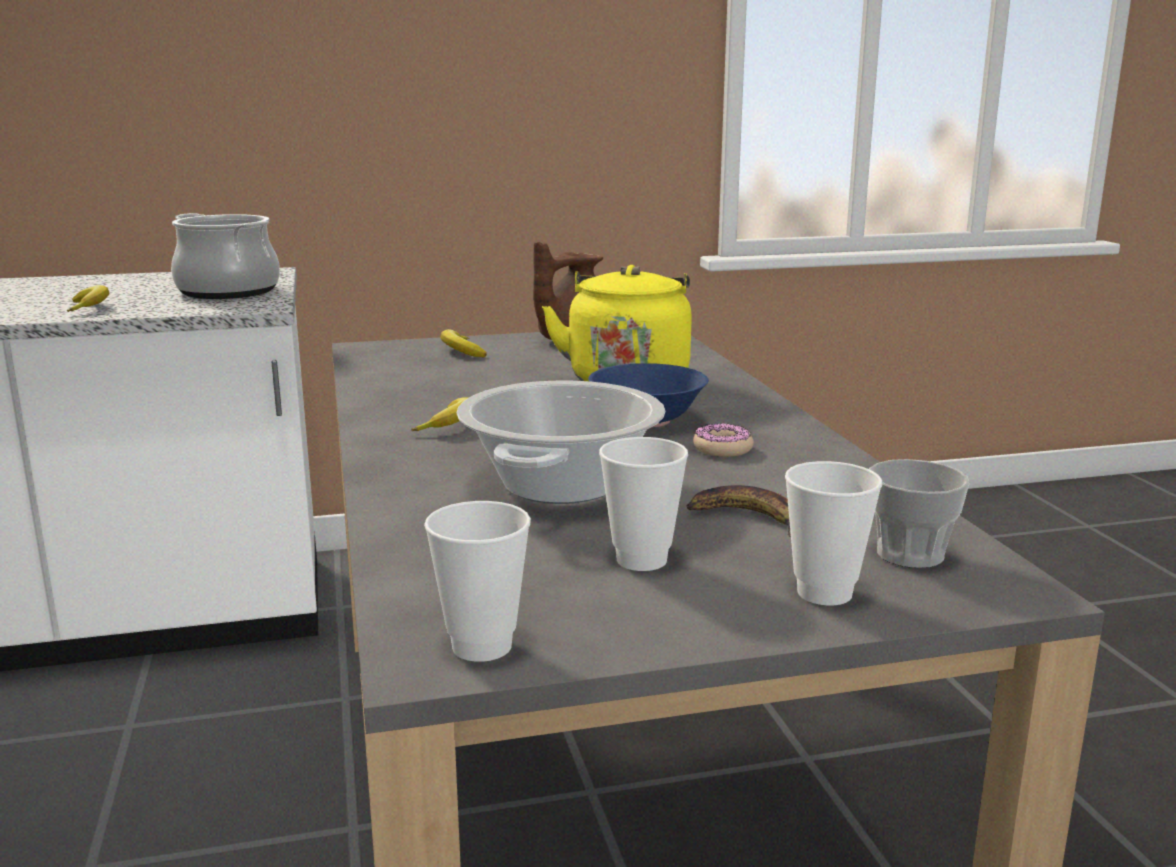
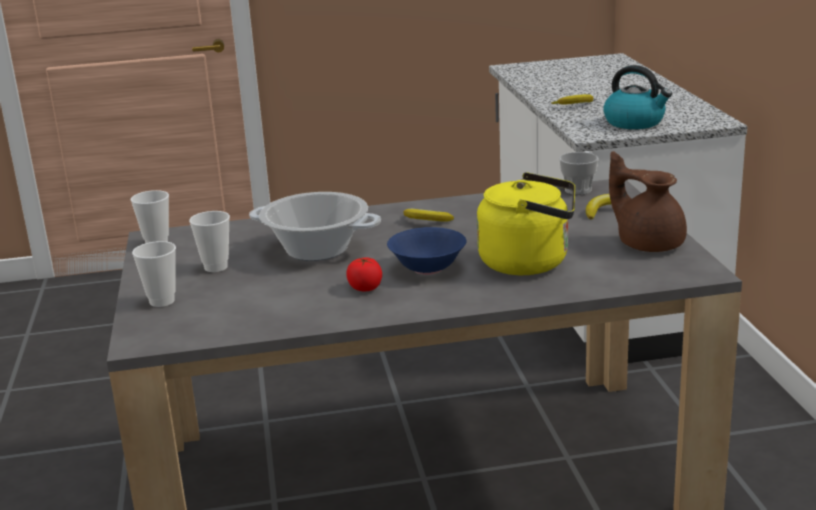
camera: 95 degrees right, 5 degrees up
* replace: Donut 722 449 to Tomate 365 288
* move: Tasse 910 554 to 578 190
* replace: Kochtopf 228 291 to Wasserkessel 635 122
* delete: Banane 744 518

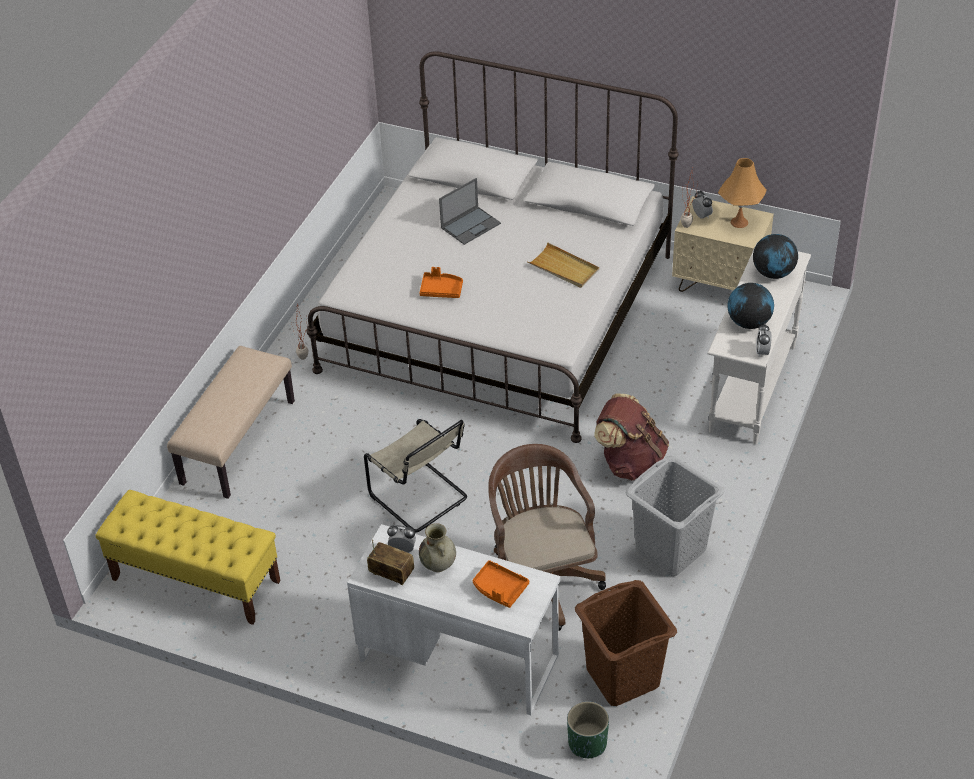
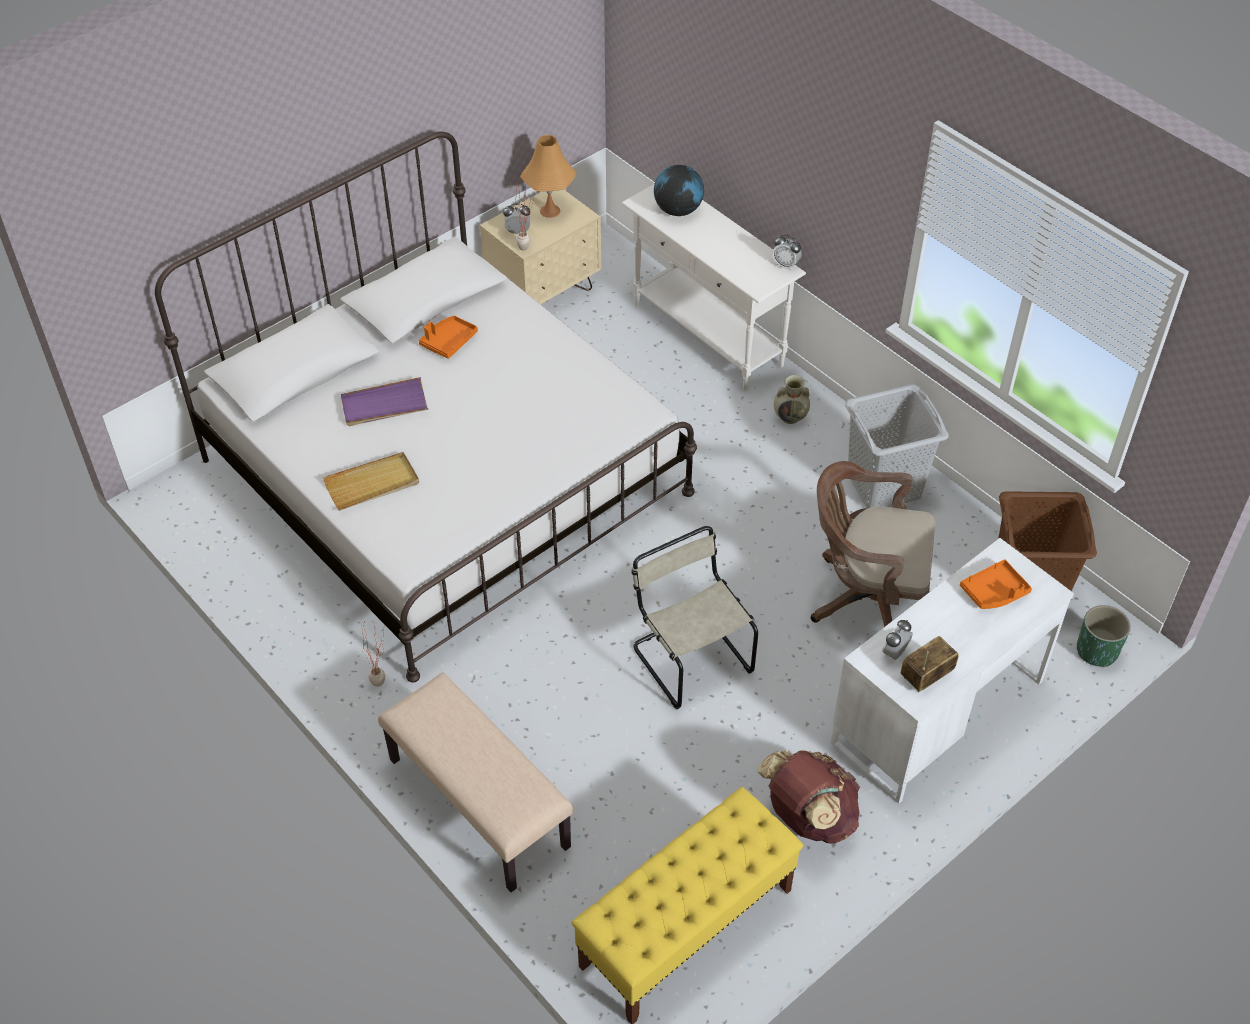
camera: 65 degrees left, 5 degrees up
* move: Tablett (beige) 563 268 to 372 484
* replace: Laptop 471 225 to Tablett (lila) 384 405
* move: Tablett (orange) 441 290 to 448 341
* rotate: Stuhl (beige) 421 498 = 689 657 105 degrees counterclockwise
* move: Rucksack (braun) 630 462 to 807 817
* move: Vase (beige) 438 565 to 790 416
* delete: Globus 748 322

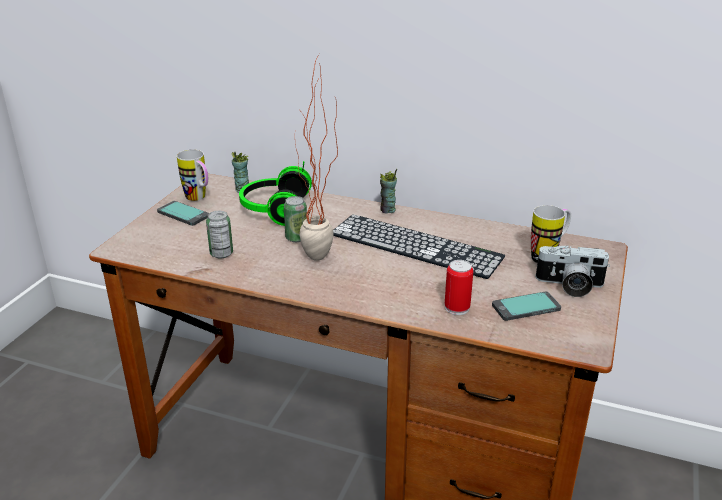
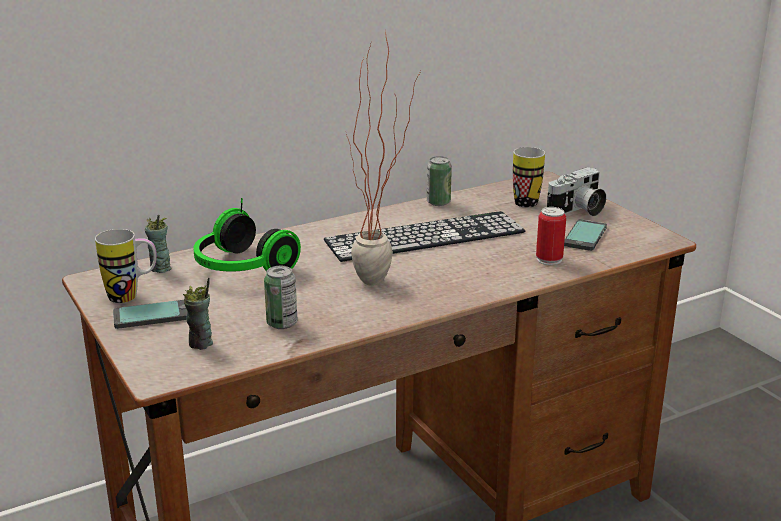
camera: 50 degrees left, 5 degrees down
* move: Tasse 387 210 to 201 344
* move: Dose 296 238 to 438 202

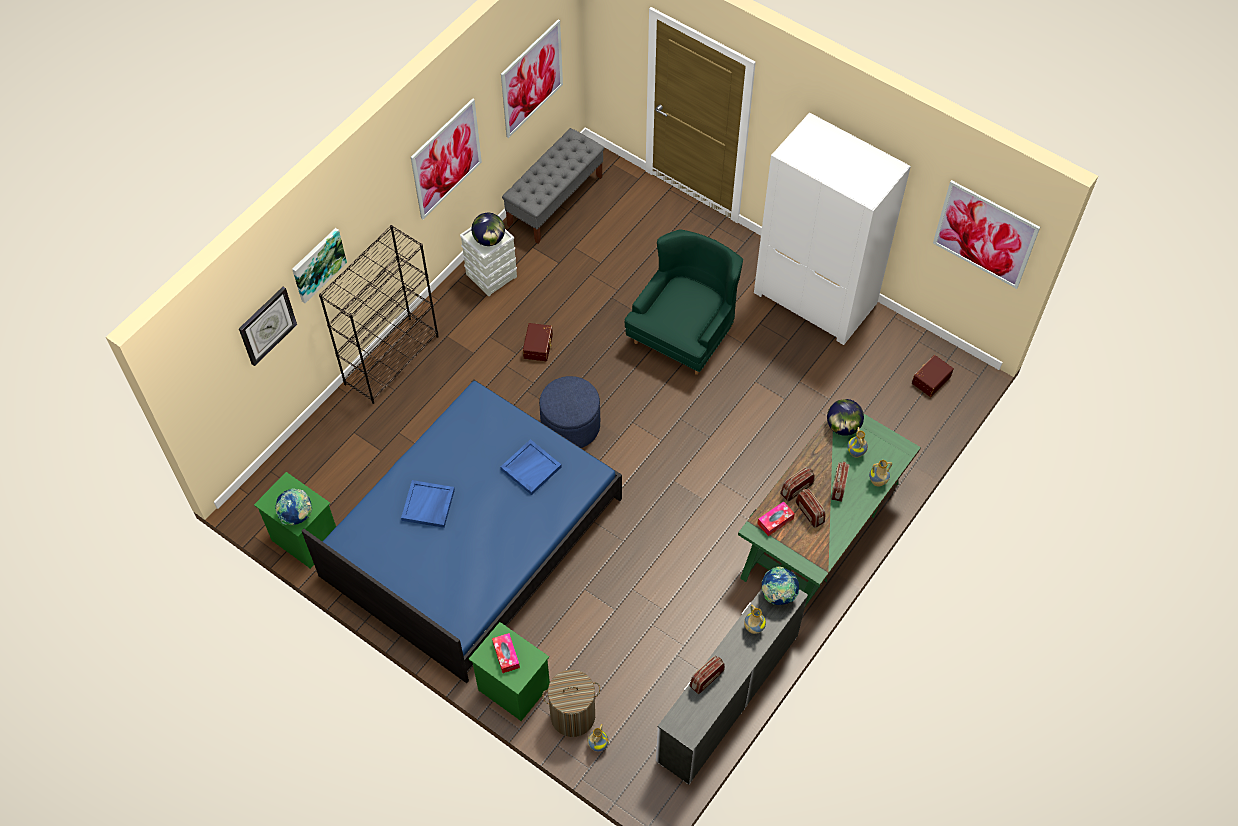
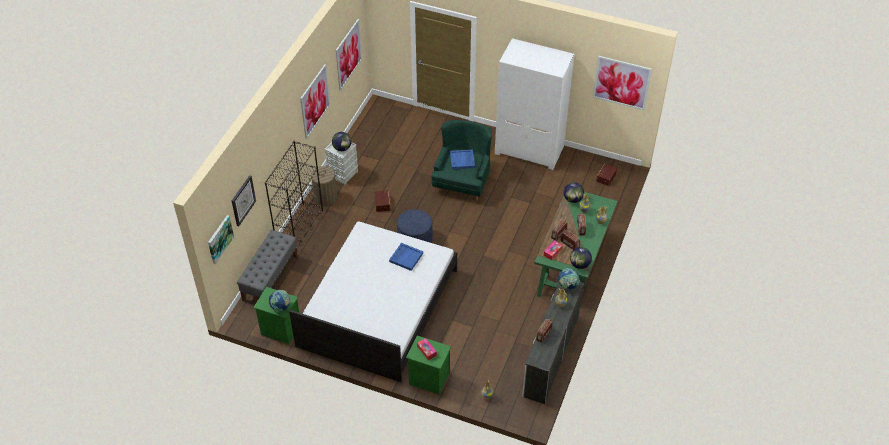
camera: 15 degrees left, 10 degrees down
* move: Bild 318 264 to 219 239
* move: Bank (grau) 555 200 to 270 278
* recolor: Bett (blau) 472 537 to Bett (weiß) 378 308
* move: Wäschekorb 573 715 to 325 197
* move: Tablett (blau) 428 505 to 462 160
* insert: Globus 579 265

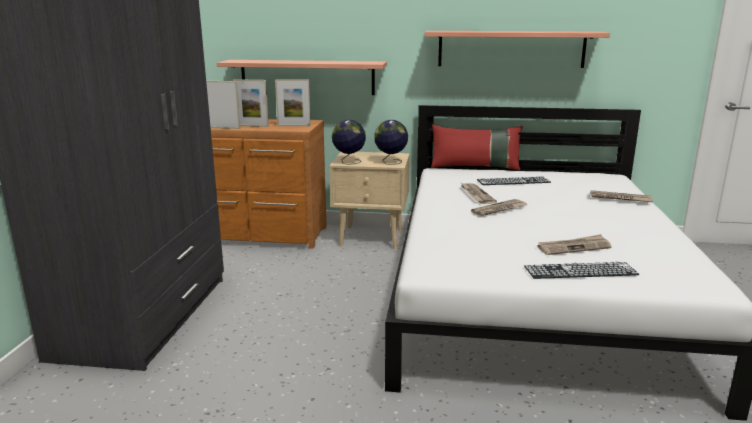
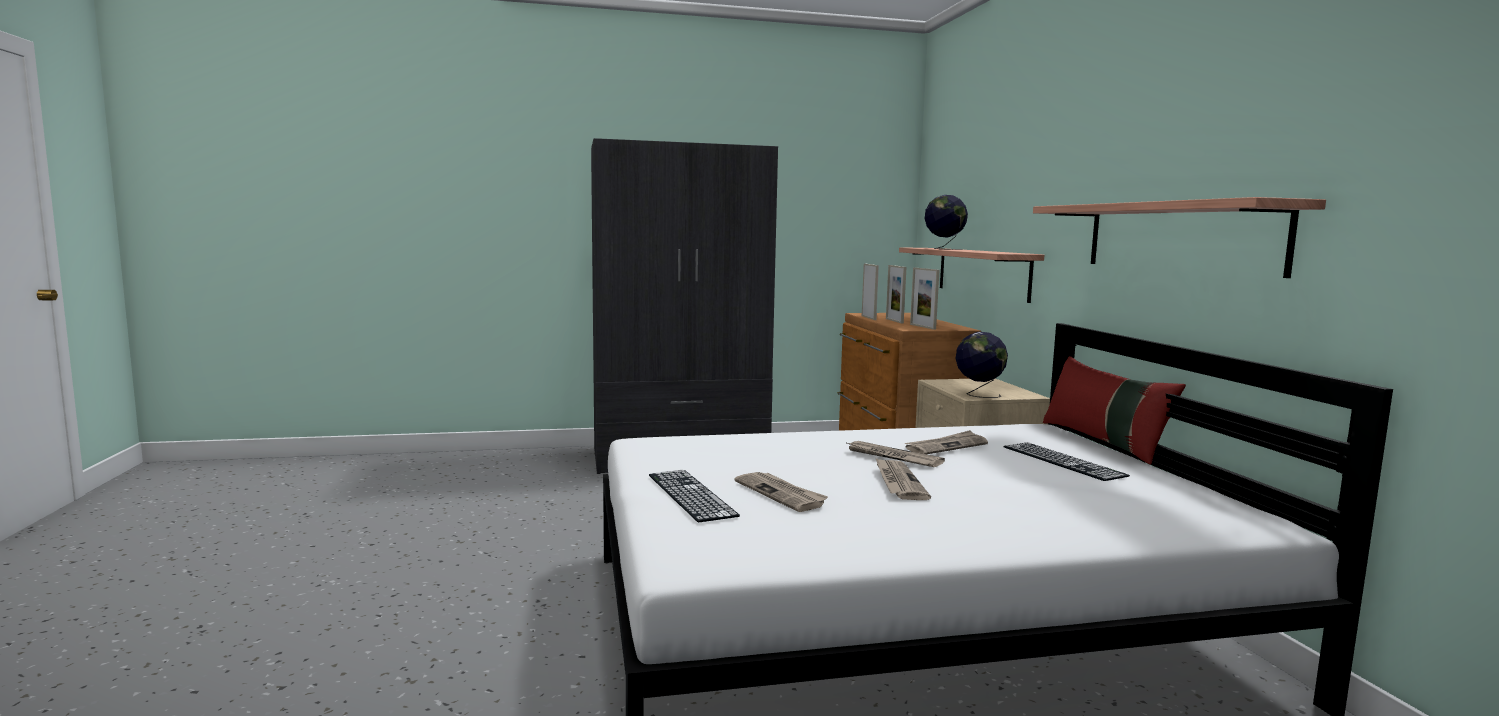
camera: 70 degrees right, 10 degrees down
* move: Zeitung 619 198 to 898 482
* move: Globus 349 162 to 943 249

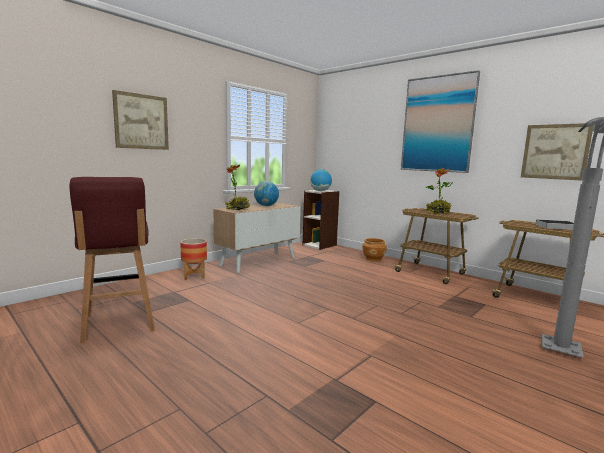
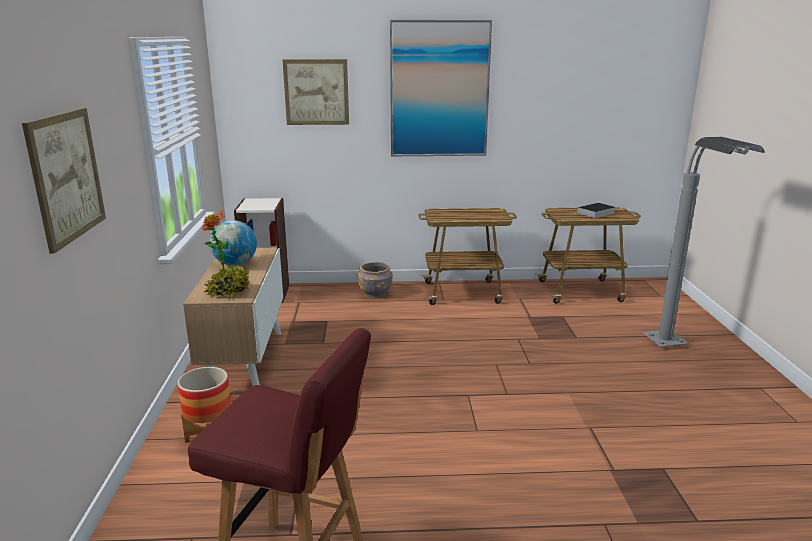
camera: 45 degrees left, 10 degrees up
* move: Bild 555 152 to 316 92
* recolor: Pflanzkübel (braun) 373 259 to Pflanzkübel (grau) 375 294
* delete: Globus 320 191
* delete: Topfpflanze 438 213

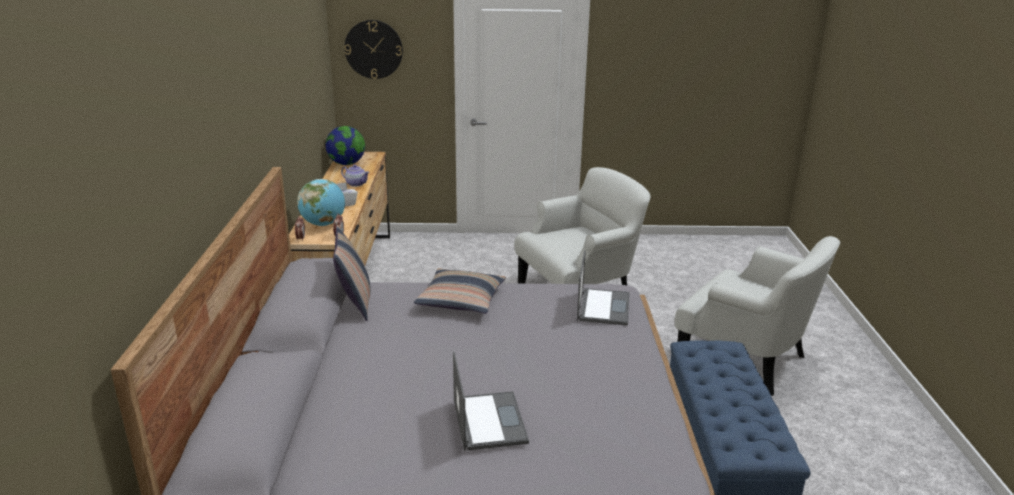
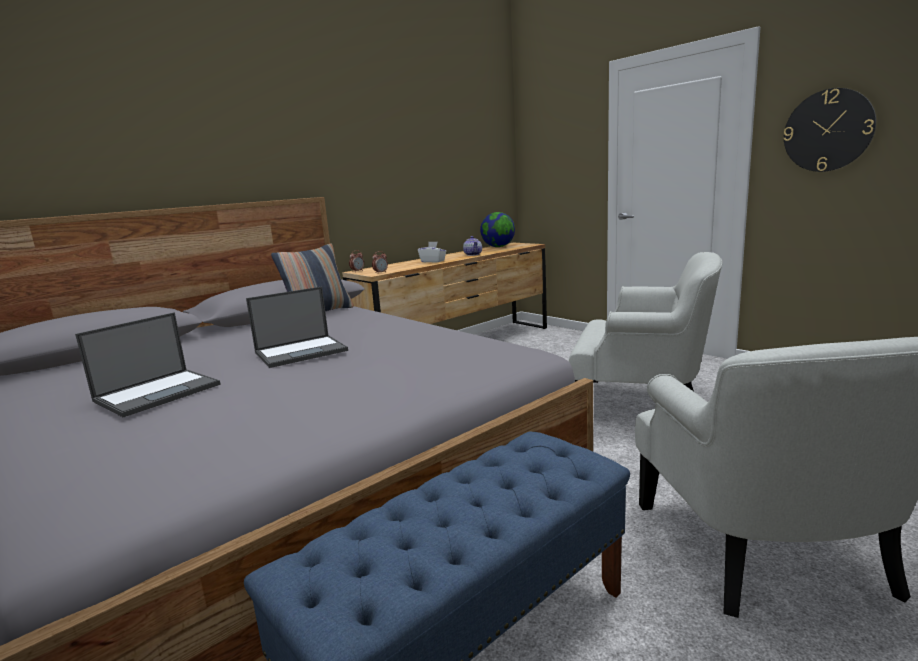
camera: 50 degrees right, 10 degrees down
* move: Laptop 603 306 to 302 351
* move: Wanduhr 373 49 to 828 130
* delete: Globus 323 224
* delete: Kissen 461 300

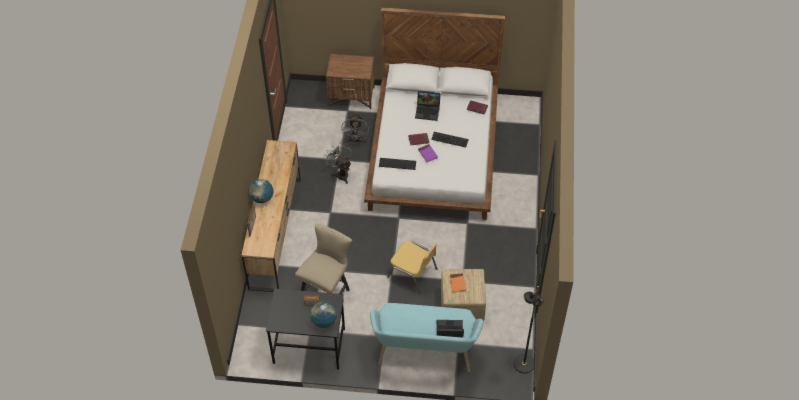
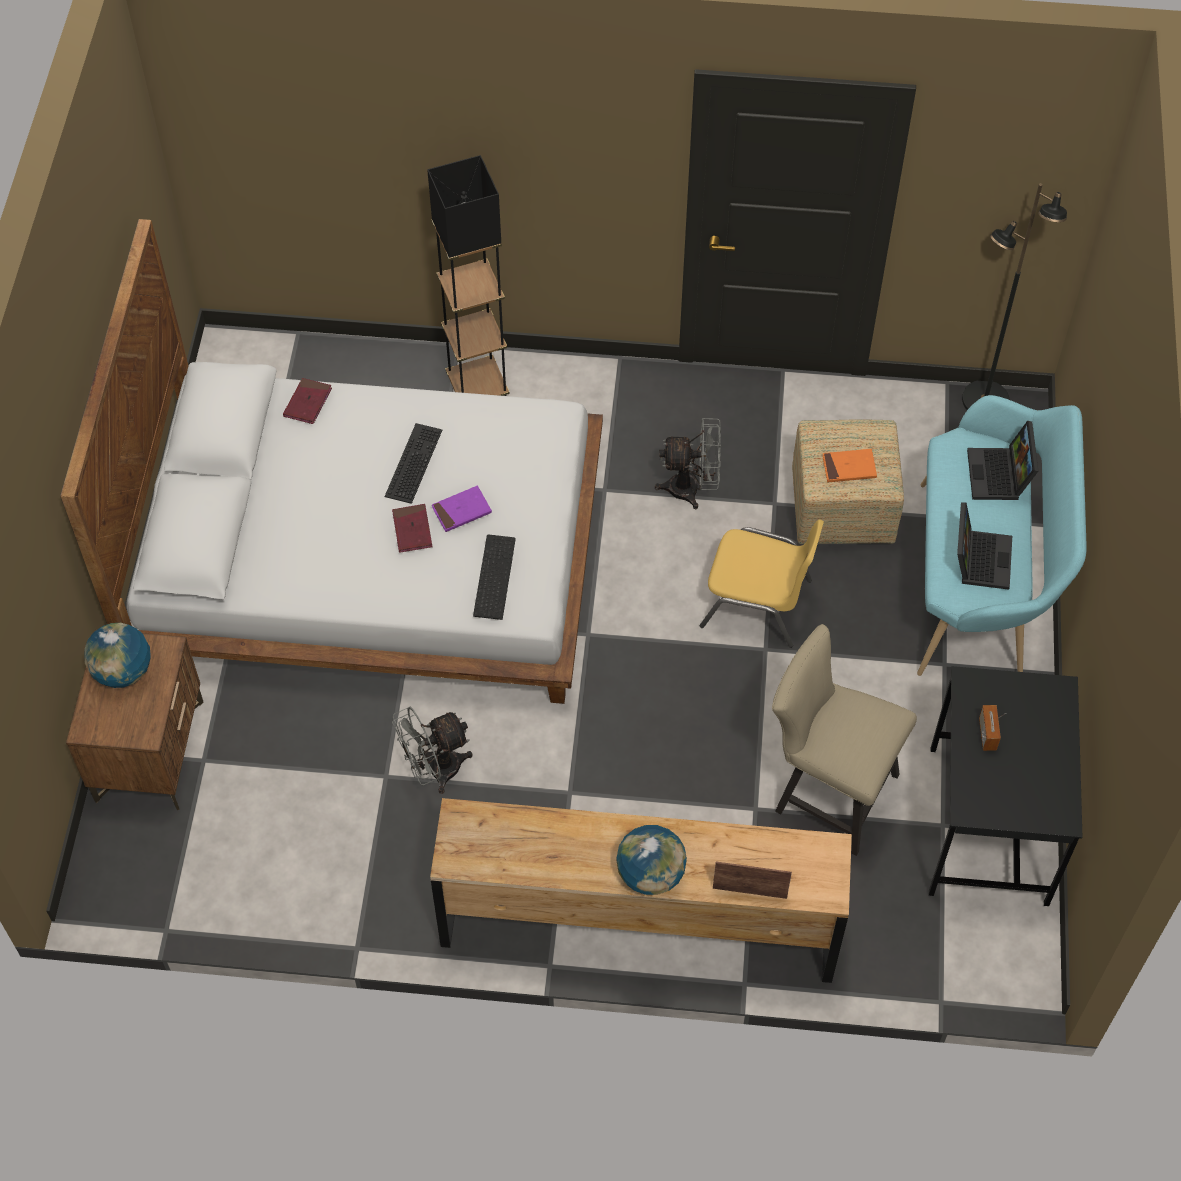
camera: 90 degrees left, 5 degrees up
* move: Globus 324 321 to 123 671
* insert: Stehlampe (schwarz) 477 386
* move: Ventilator (grau) 356 140 to 692 489
* rotate: Stuhl (gelb) 413 273 = 758 603 75 degrees clockwise
* move: Laptop 428 111 to 979 558

